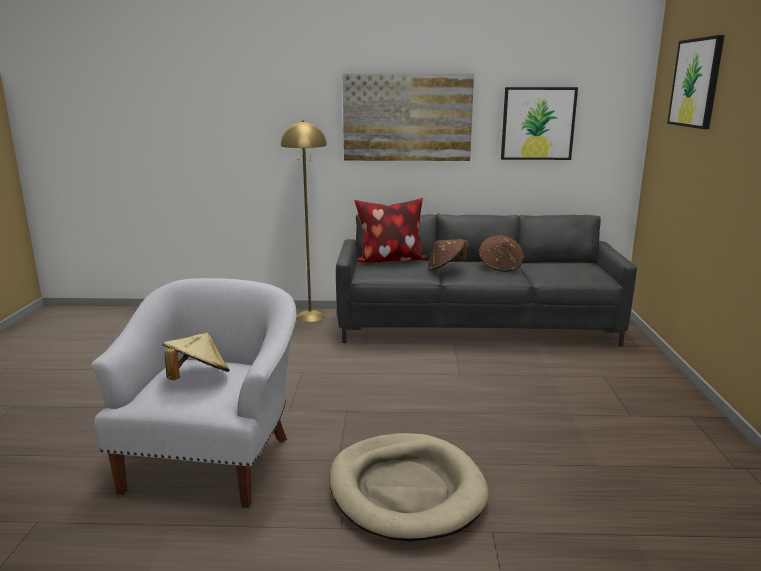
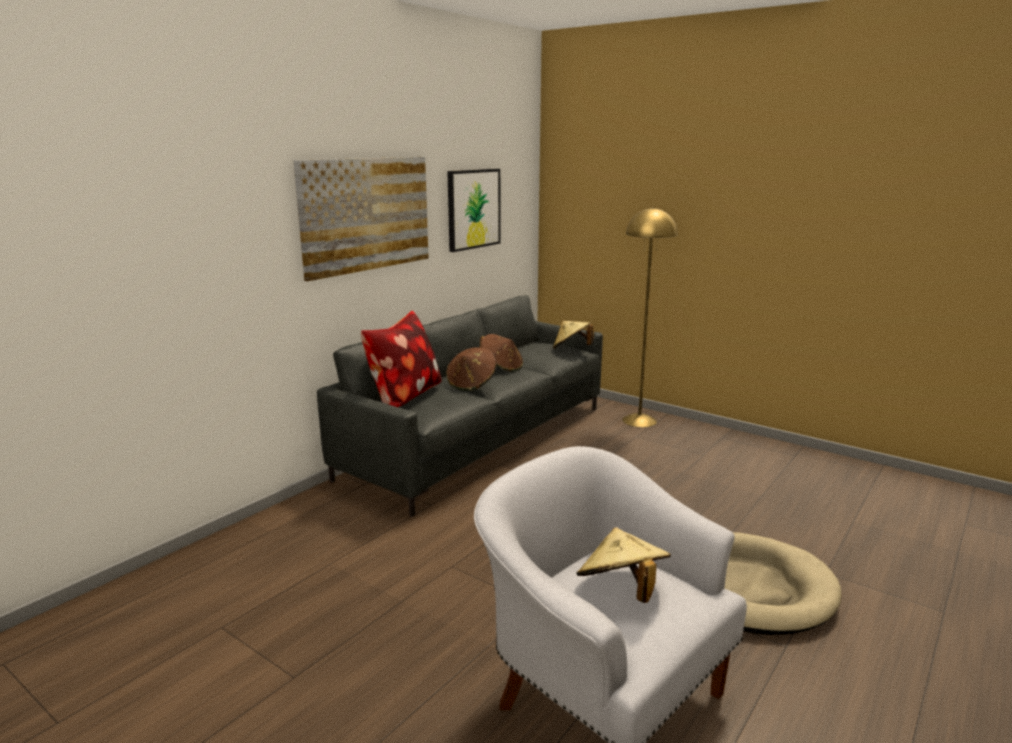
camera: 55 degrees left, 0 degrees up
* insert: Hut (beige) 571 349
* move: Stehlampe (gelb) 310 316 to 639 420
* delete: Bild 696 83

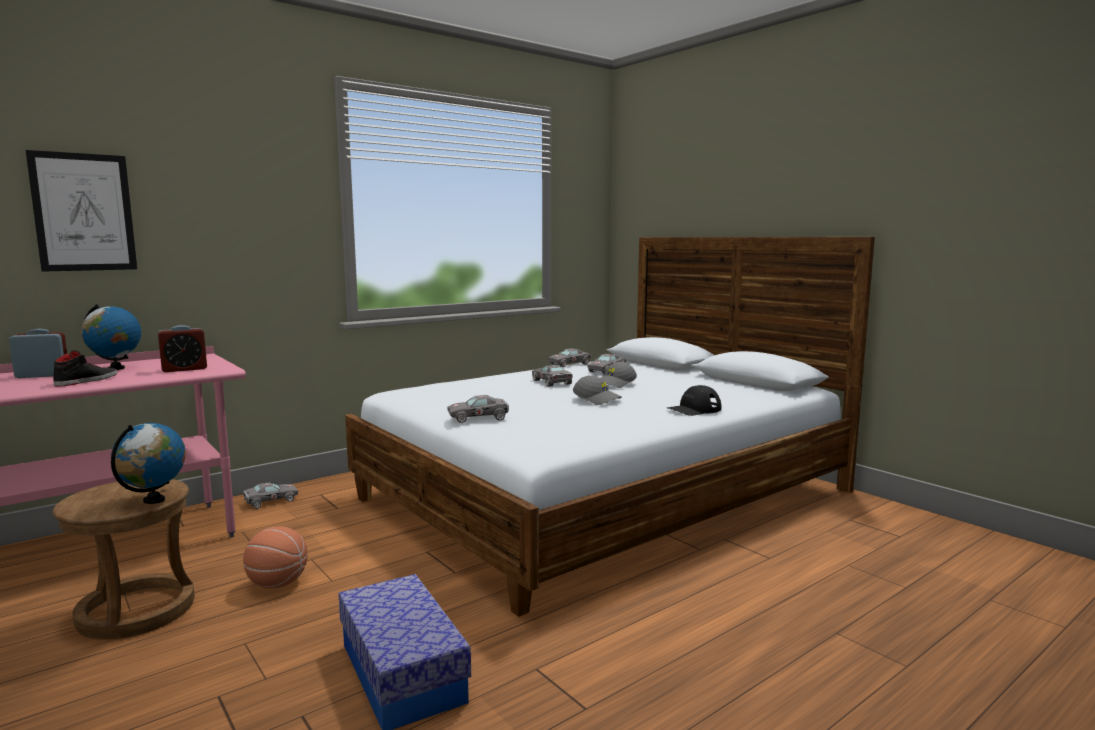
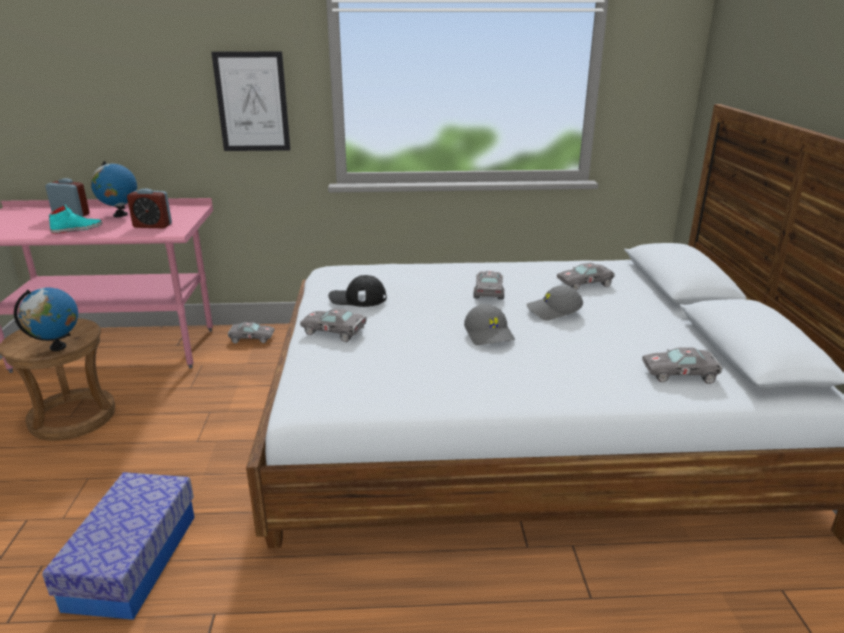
camera: 35 degrees right, 15 degrees up
* recolor: Schuh (schwarz) 86 381 to Schuh (türkis) 77 229
* move: Bild 84 212 to 252 102
* move: Kappe (schwarz) 694 409 to 357 298
* move: Spielzeugauto (grau) 570 364 to 682 374
* delete: Basketball 277 584

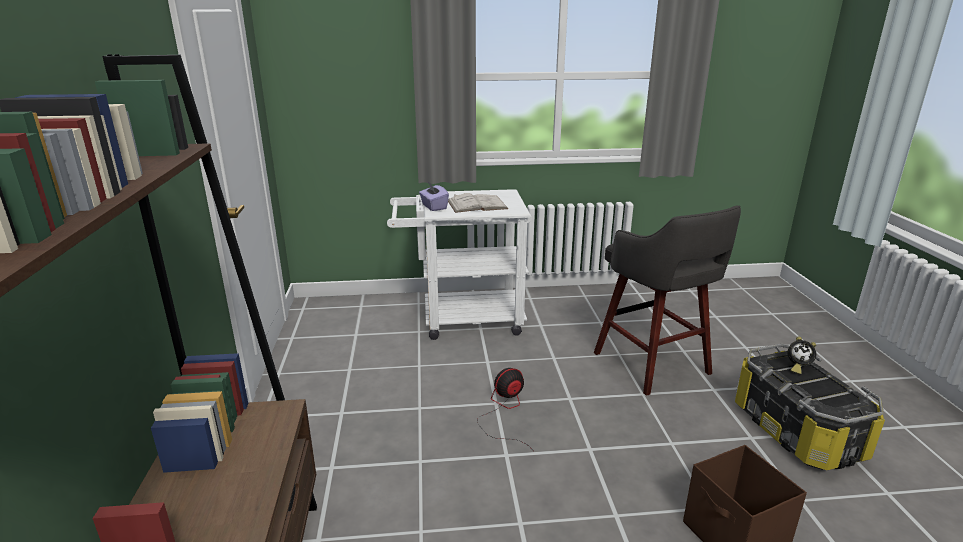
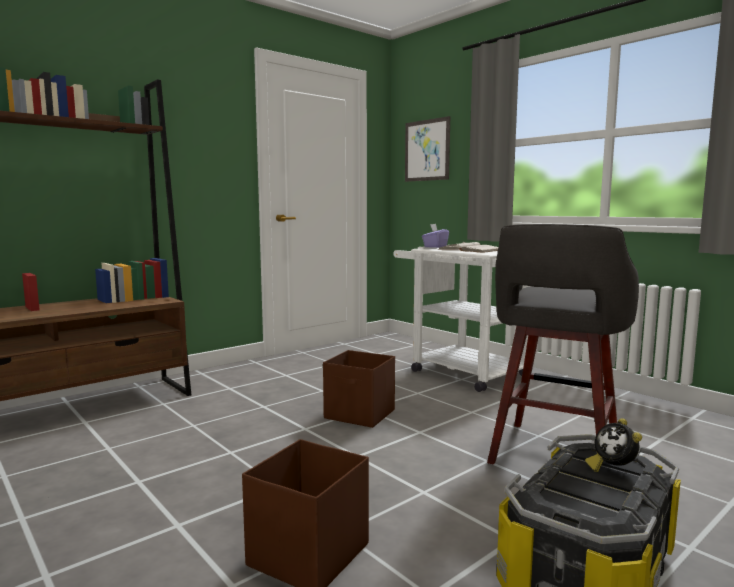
camera: 55 degrees right, 15 degrees down
* replace: Ventilator 505 411 to Aufbewahrungsbox (braun) 360 414
* insert: Bild 427 150

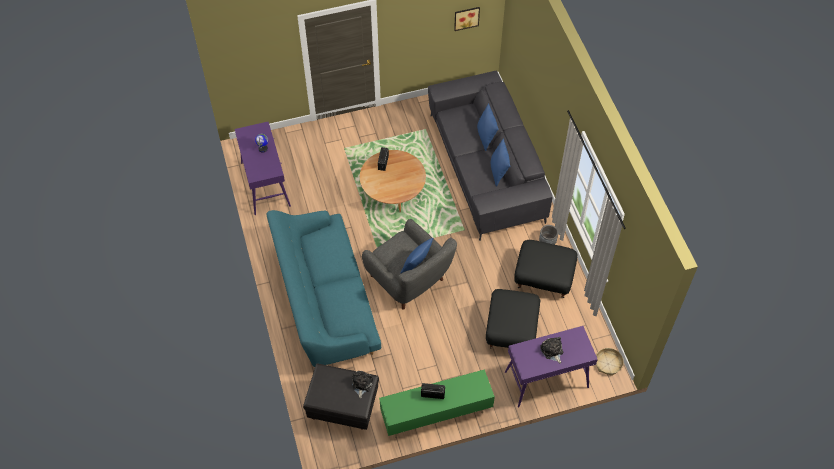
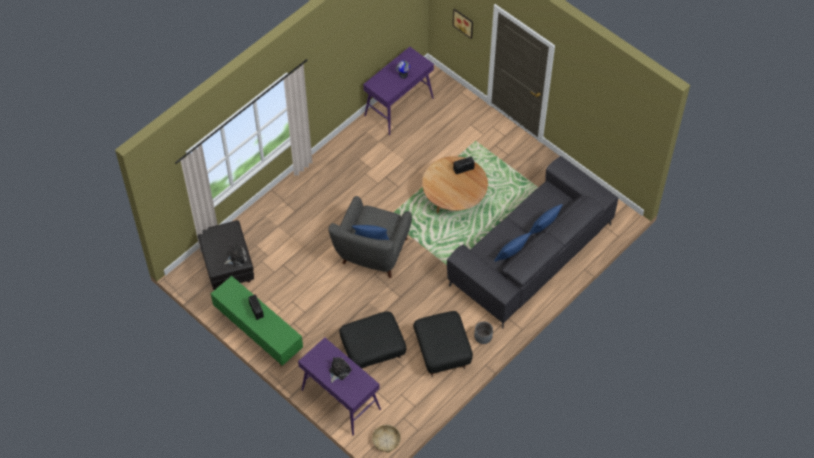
camera: 60 degrees right, 0 degrees up
* move: Bild 466 17 to 464 22
* delete: Sofa (türkis) 325 299

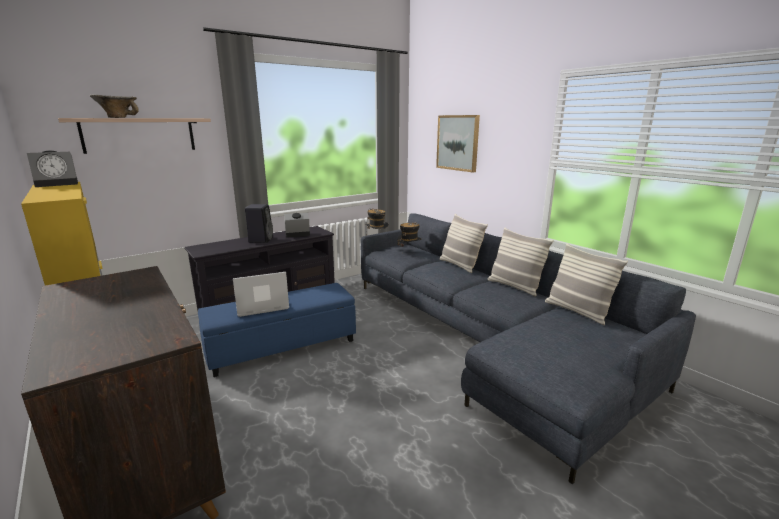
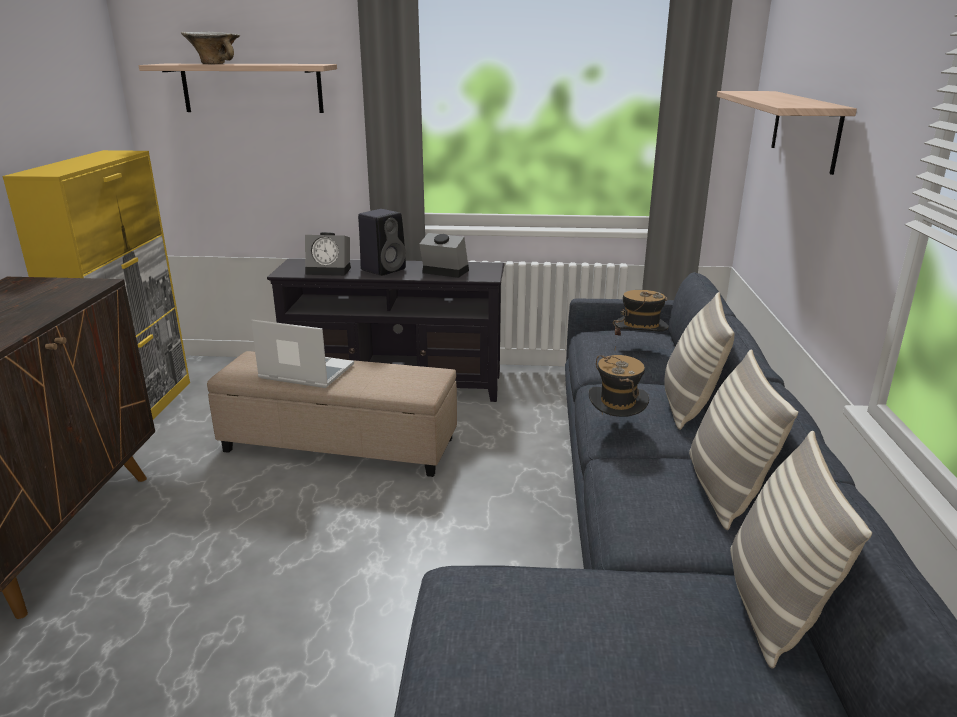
camera: 40 degrees right, 5 degrees up
* recolor: Polsterhocker (blau) 282 347 to Polsterhocker (beige) 338 445
* move: Wecker 59 184 to 330 270
* move: Hut 376 238 to 615 429
* replace: Bild 458 143 to Wandregal 805 129

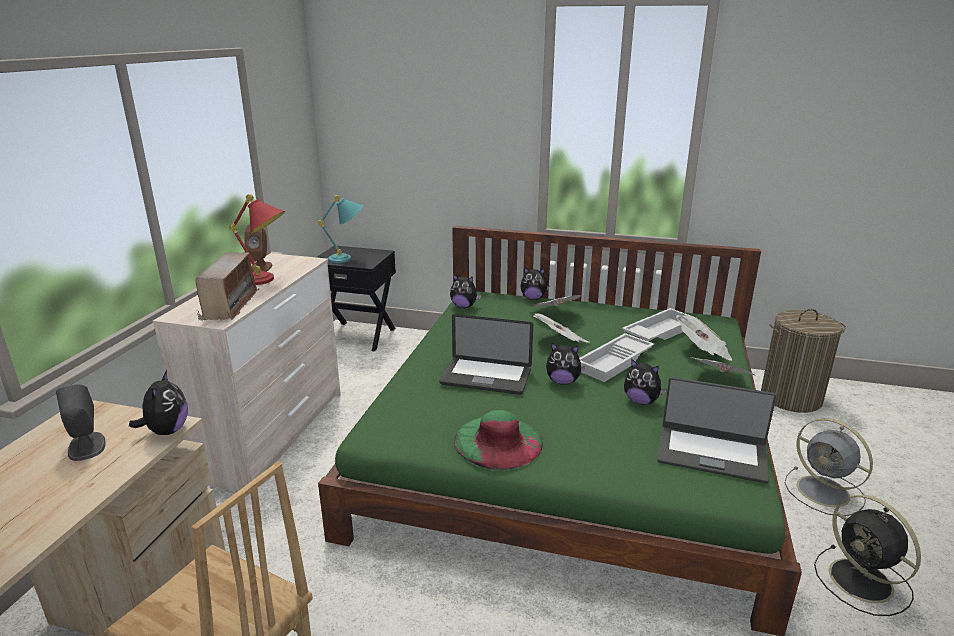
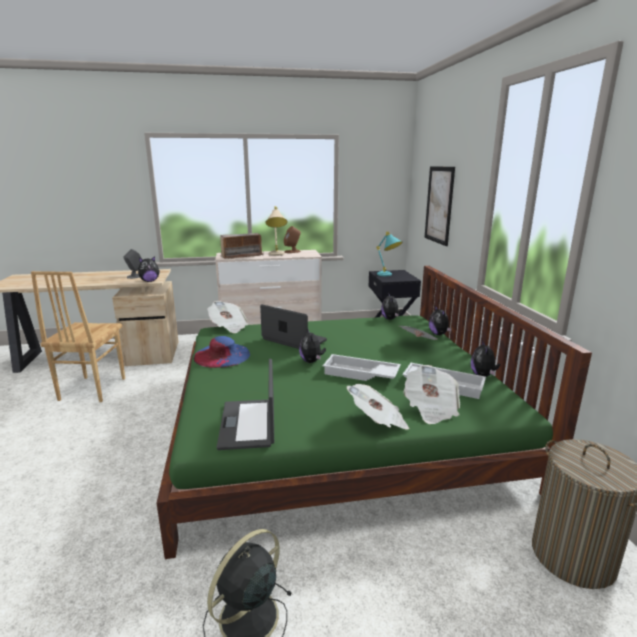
camera: 65 degrees right, 5 degrees down
* recolor: Hut (grün) 498 441 to Hut (blau) 222 355
* move: Zeitung 560 342 to 228 327
* rotate: Laptop 486 377 = 294 340 135 degrees clockwise
* recolor: Tischlampe (rot) 268 281 to Tischlampe (beige) 276 255
* insert: Bild 439 205
* move: Plüschtier 641 401 to 483 376
* delete: Ventilator (grau) 825 492

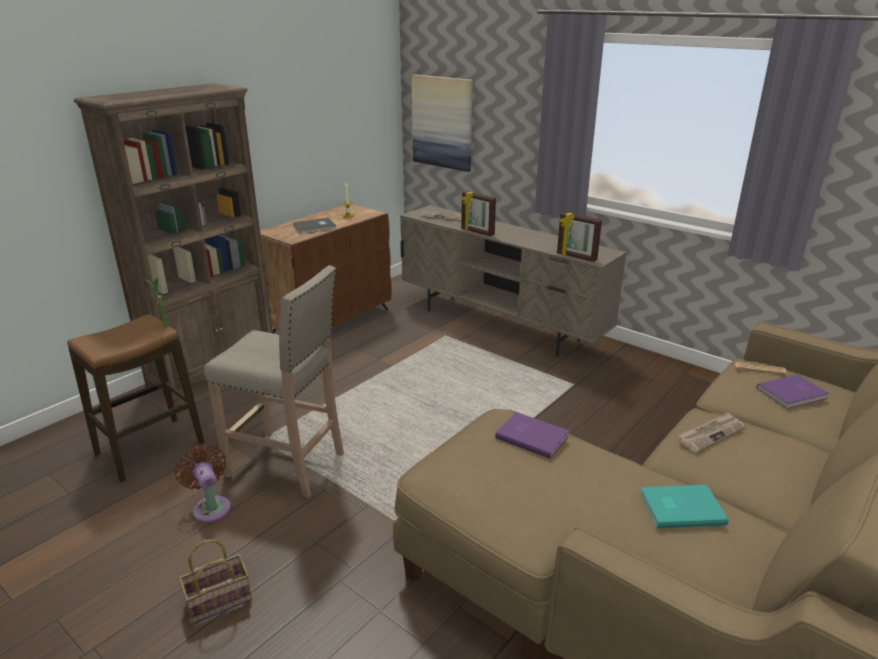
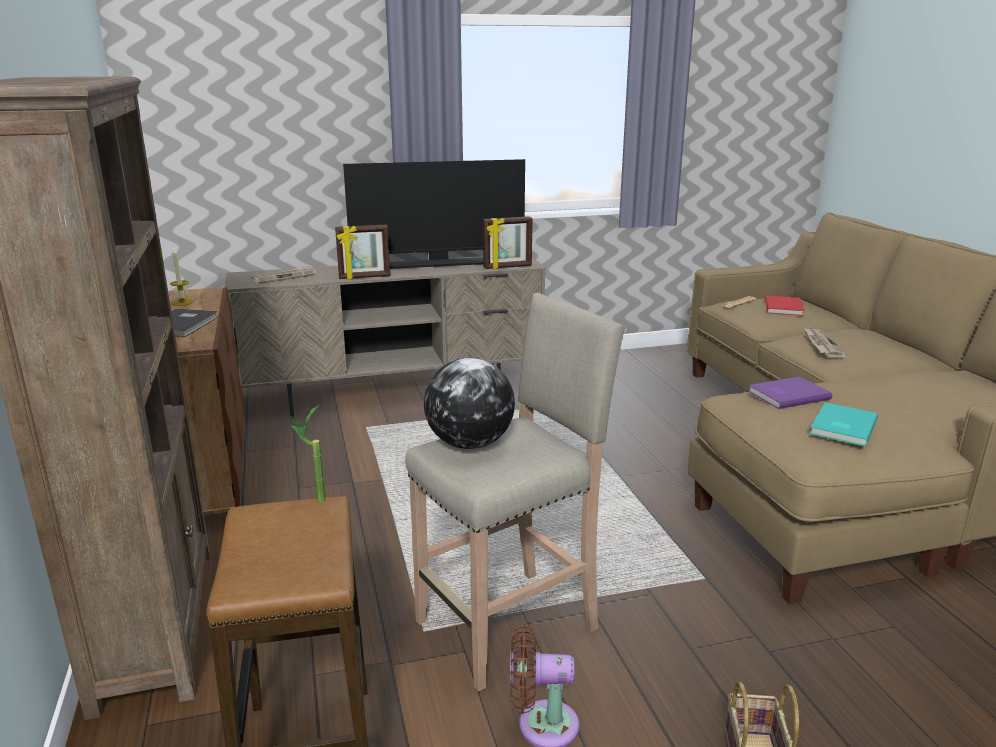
camera: 55 degrees left, 5 degrees down
* insert: Fernseher 439 264
* insert: Globus 470 444
* recolor: Buch (lila) 793 393 to Buch (rot) 785 307
* move: Buch (türkis) 680 507 to 841 426
* delete: Bild 442 122

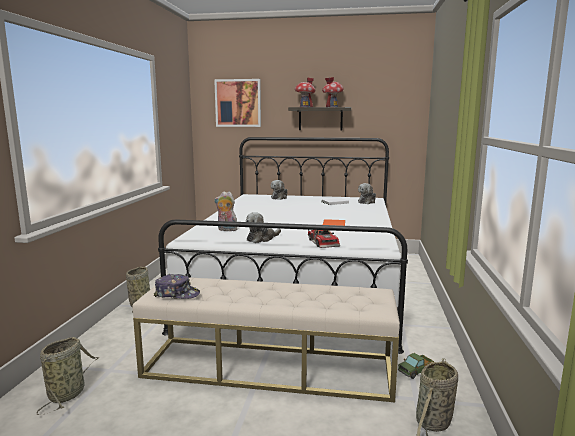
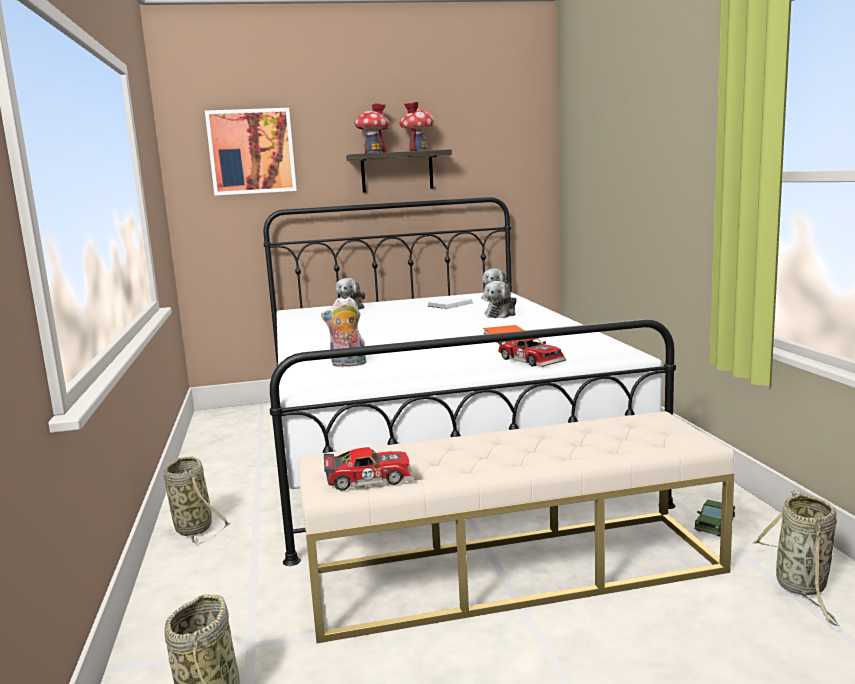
camera: 20 degrees left, 0 degrees up
* replace: Kappe 177 294 to Spielzeugauto 368 478
* move: Plüschtier 261 238 to 501 314

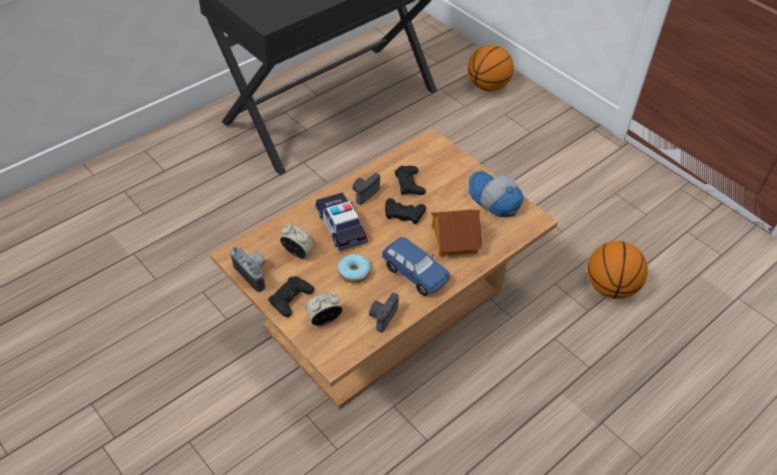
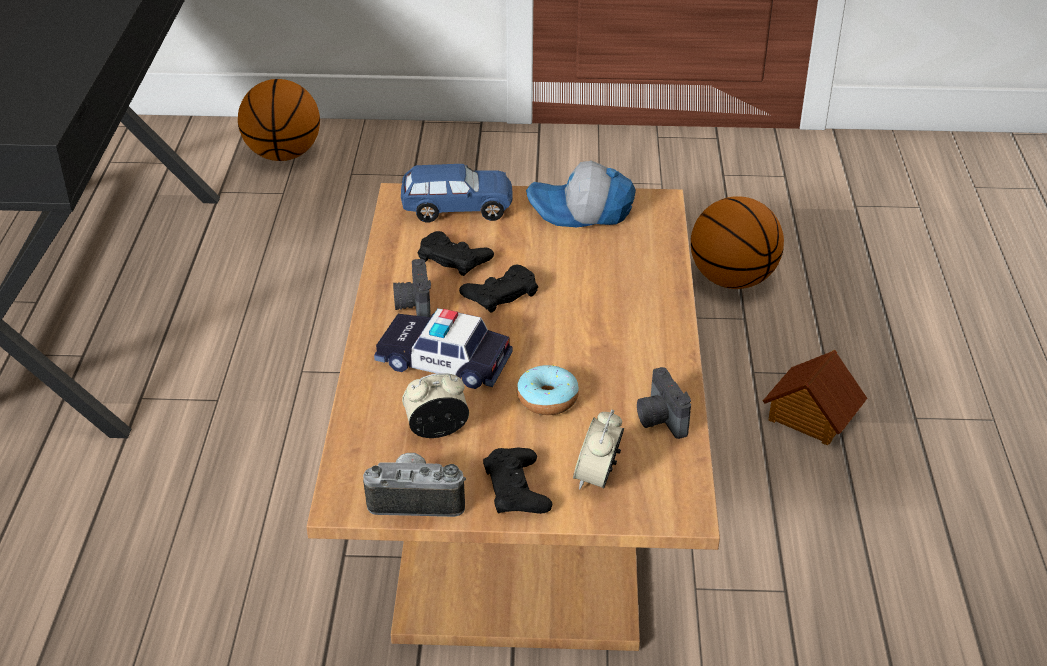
camera: 45 degrees left, 10 degrees down
* move: Spielzeugauto (blau) 415 273 to 457 208
* move: Spielzeughaus 453 239 to 810 416

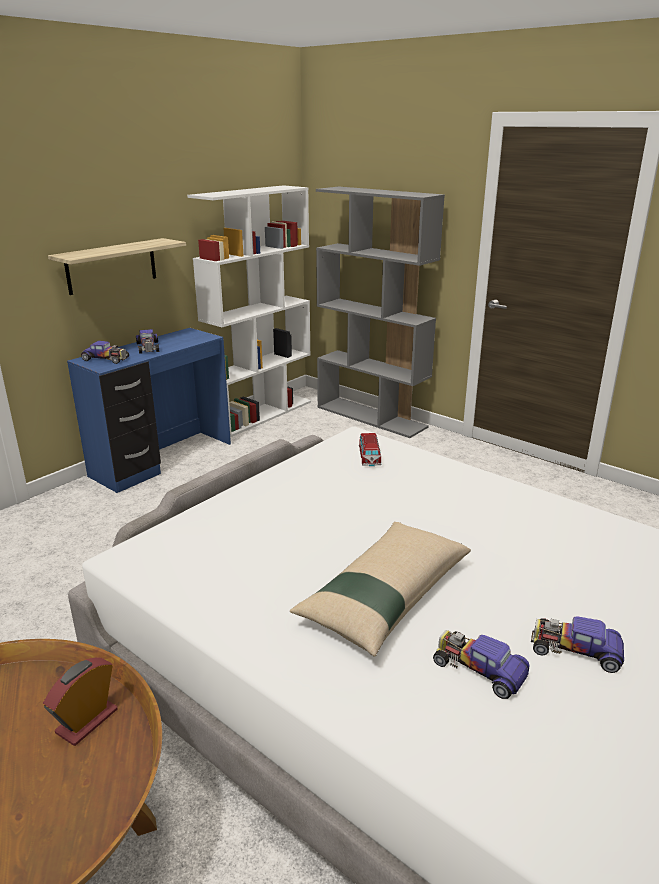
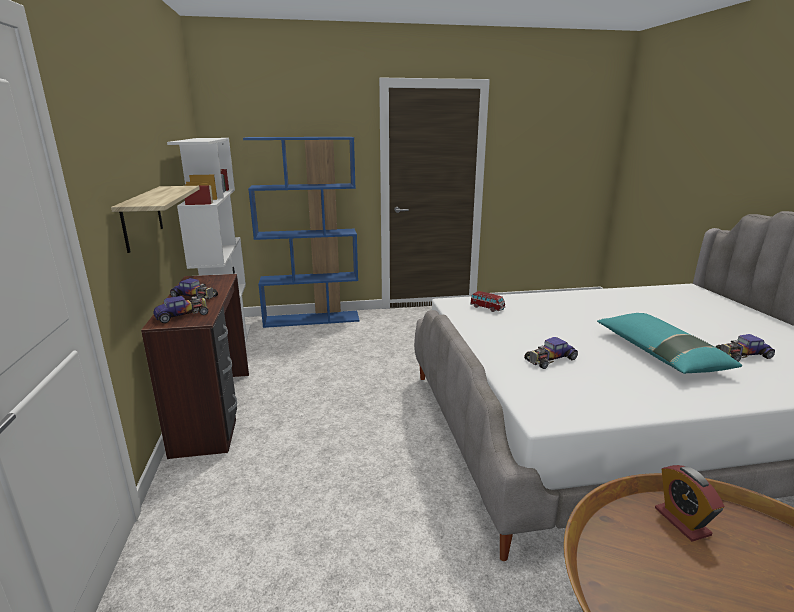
camera: 50 degrees left, 5 degrees down
* recolor: Schreibtisch (blau) 163 460 to Schreibtisch (braun) 215 411
* recolor: Bücherregal (grau) 372 417 to Bücherregal (blau) 312 319
* move: Spielzeugauto 575 650 to 550 359
* recolor: Kissen (beige) 384 596 to Kissen (türkis) 659 353

